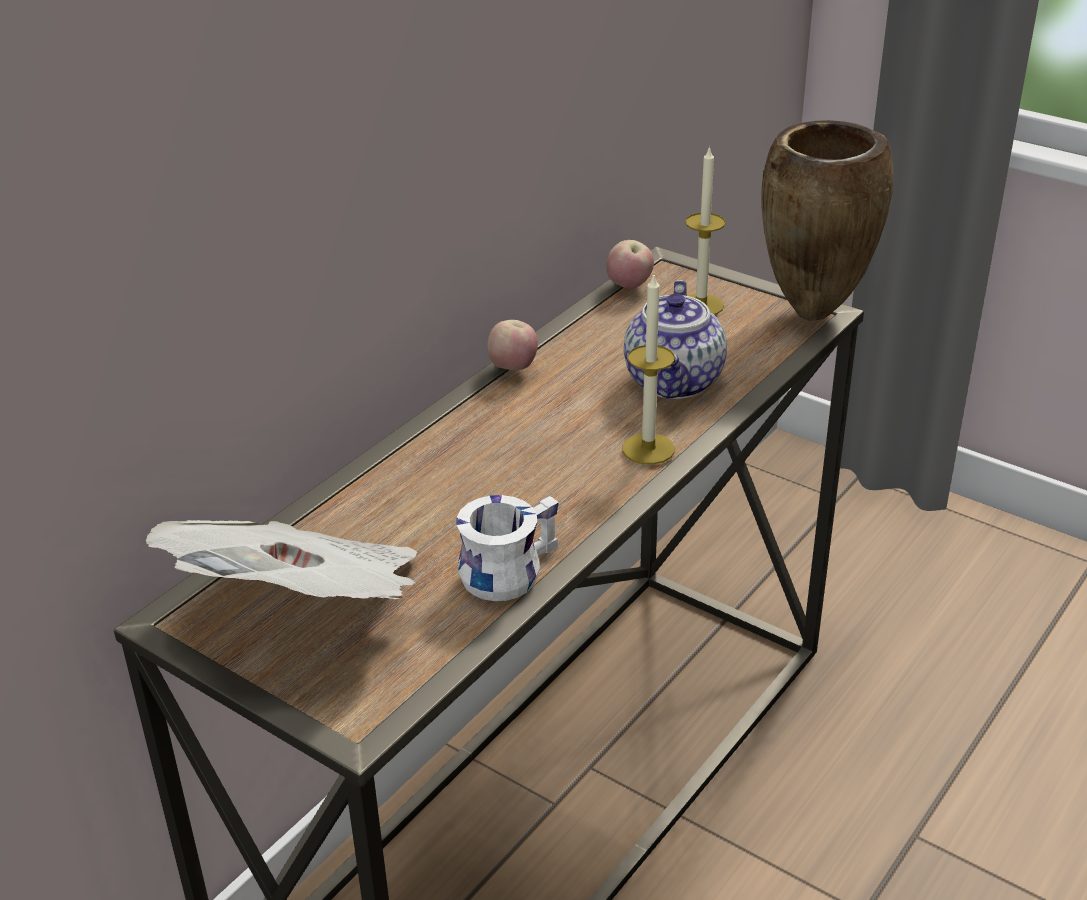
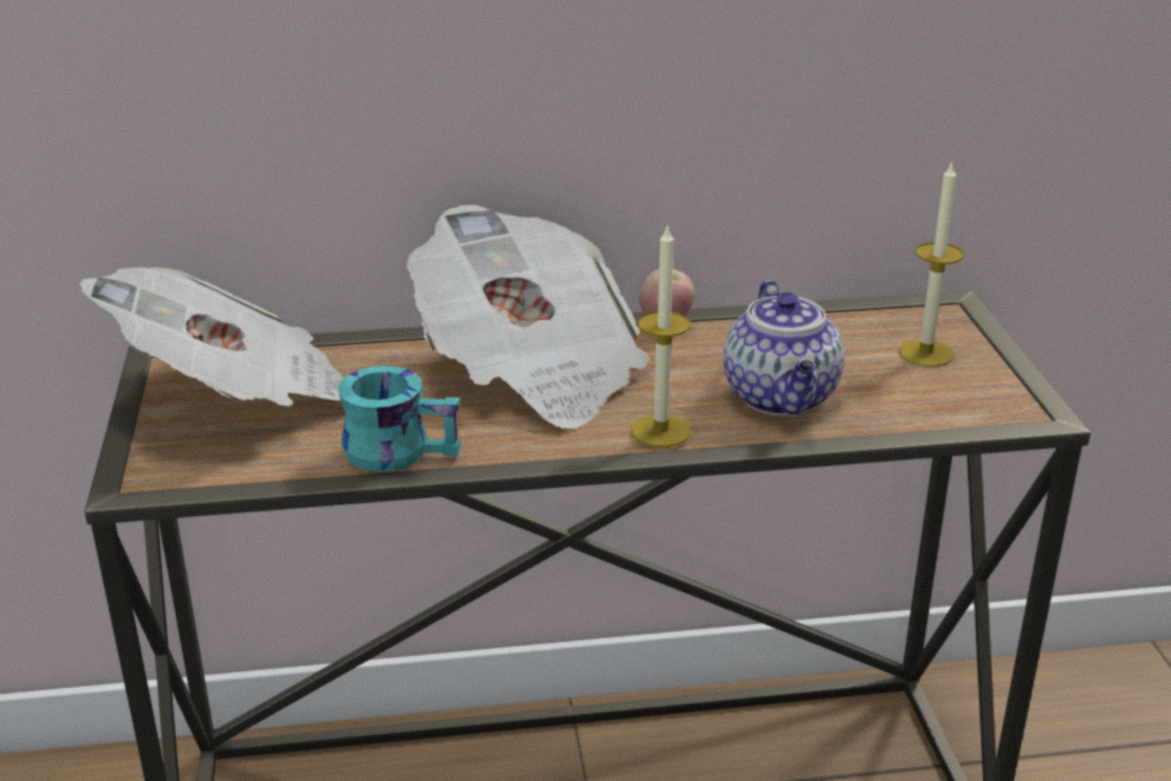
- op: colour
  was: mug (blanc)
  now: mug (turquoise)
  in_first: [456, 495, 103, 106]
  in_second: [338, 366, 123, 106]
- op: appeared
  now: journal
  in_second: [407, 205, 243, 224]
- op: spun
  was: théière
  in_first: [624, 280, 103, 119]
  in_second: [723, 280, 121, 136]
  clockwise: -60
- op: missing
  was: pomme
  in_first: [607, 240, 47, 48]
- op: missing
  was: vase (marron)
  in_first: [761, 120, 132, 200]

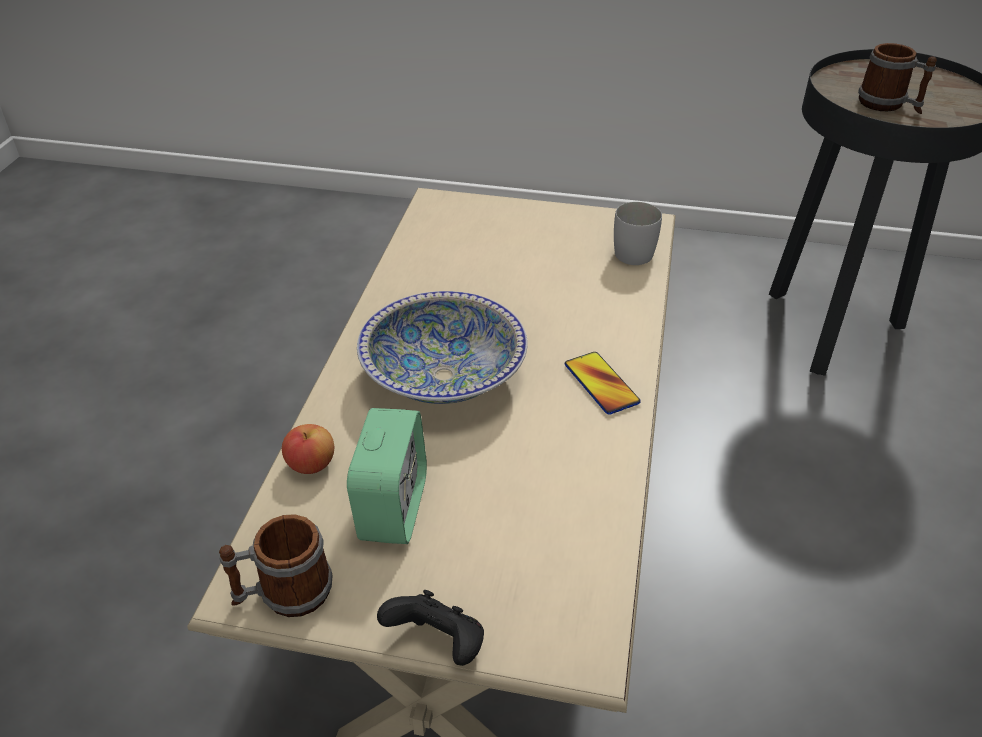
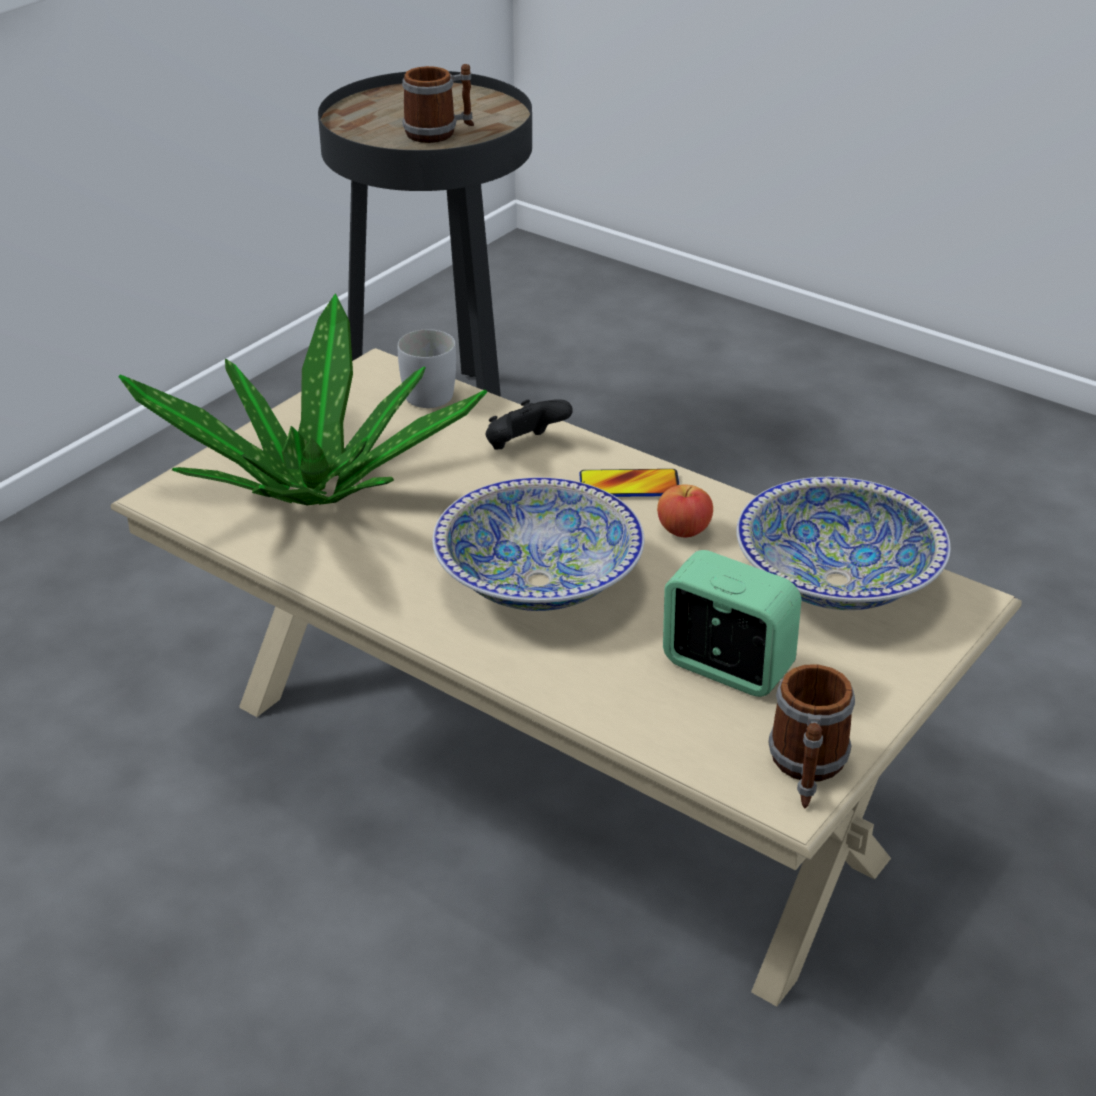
- op: appeared
  now: plante en pot
  in_second: [118, 294, 370, 212]
- op: relocated
  was: manette (noir)
  in_first: [377, 590, 107, 76]
  in_second: [486, 399, 87, 51]
- op: relocated
  was: pomme
  in_first: [282, 424, 52, 50]
  in_second: [657, 484, 56, 53]
- op: appeared
  now: bol
  in_second: [736, 477, 215, 133]

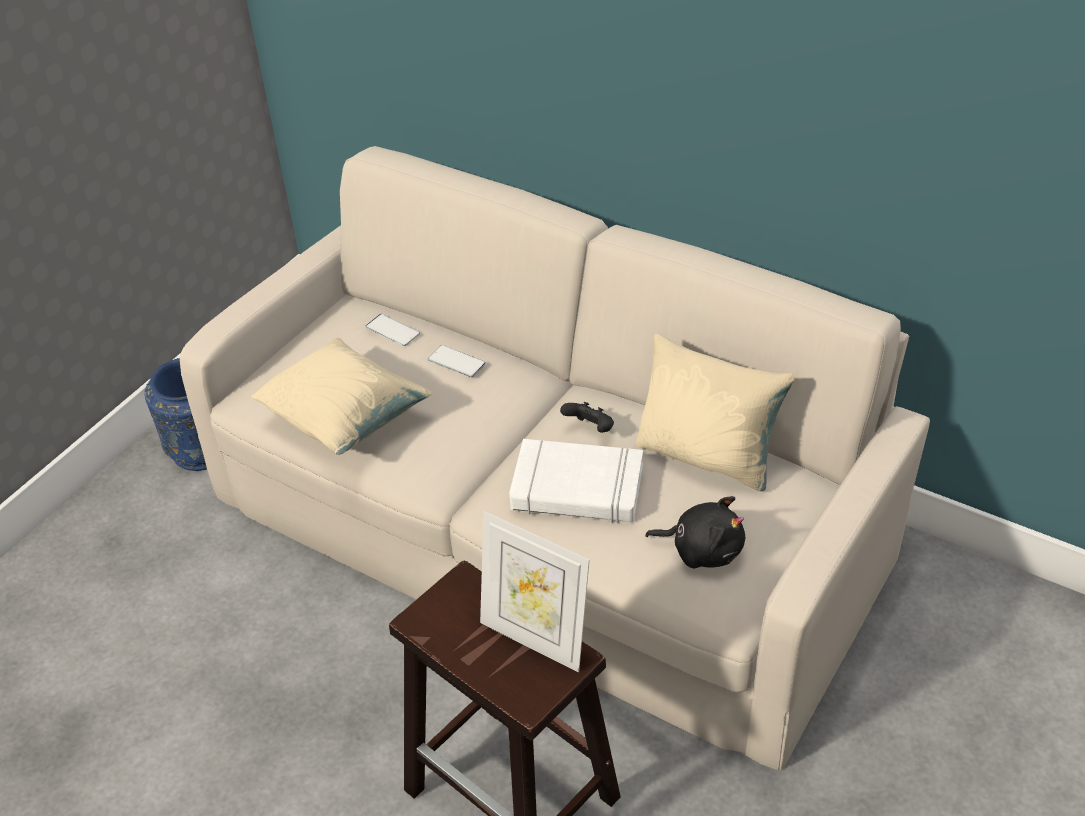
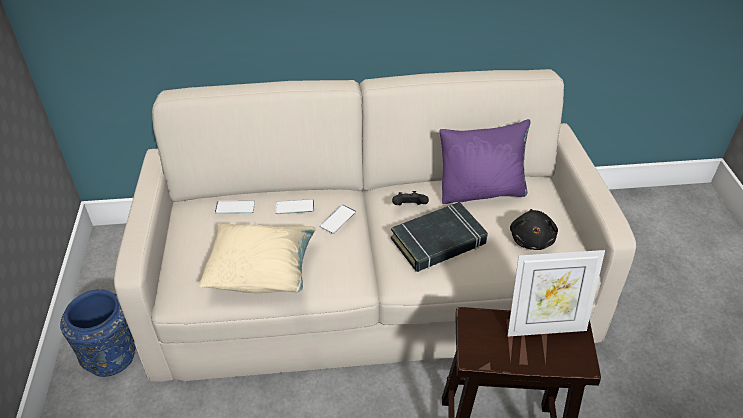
- op: appeared
  now: téléphone
  in_second: [320, 205, 36, 29]
- op: colour
  was: livre (blanc)
  now: livre (noir)
  in_first: [509, 439, 134, 84]
  in_second: [391, 202, 97, 70]
- op: colour
  was: coussin (beige)
  now: coussin (violet)
  in_first: [636, 334, 159, 157]
  in_second: [439, 119, 91, 85]
- op: spun
  was: peluche (noir)
  in_first: [645, 496, 100, 72]
  in_second: [510, 209, 48, 41]
  clockwise: 120

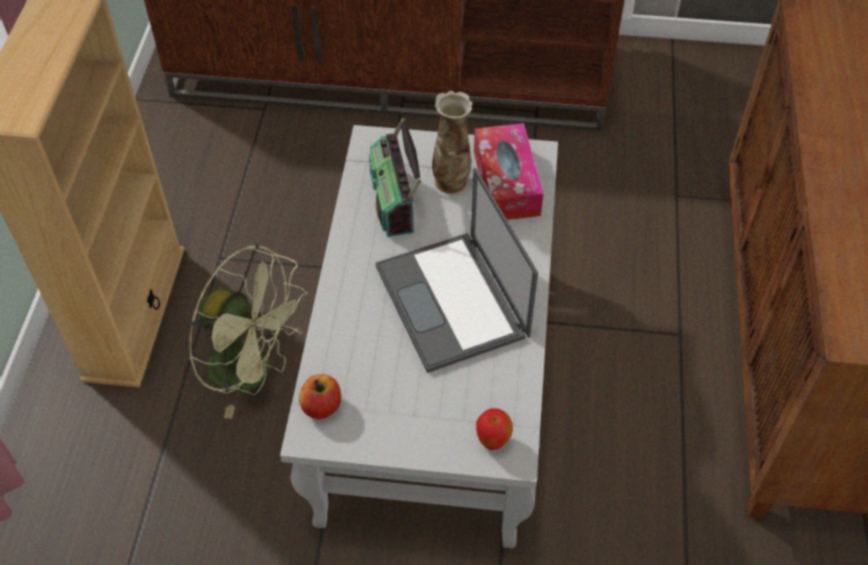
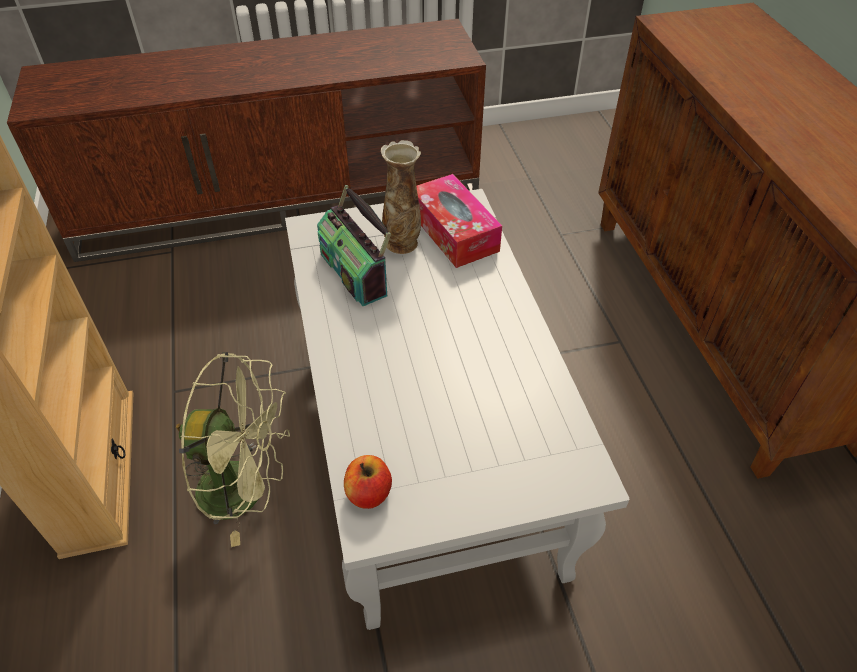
- op: missing
  was: ordinateur portable
  in_first: [376, 168, 162, 205]
- op: missing
  was: pomme
  in_first: [476, 408, 37, 42]

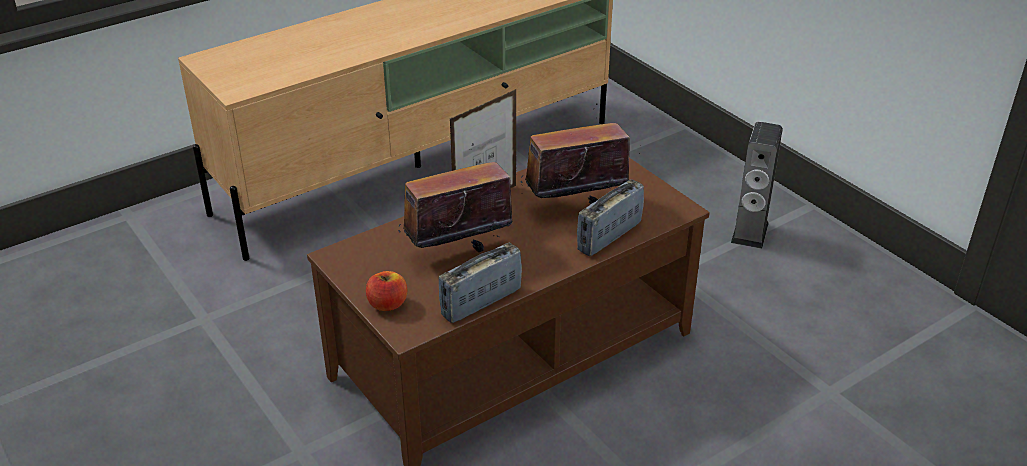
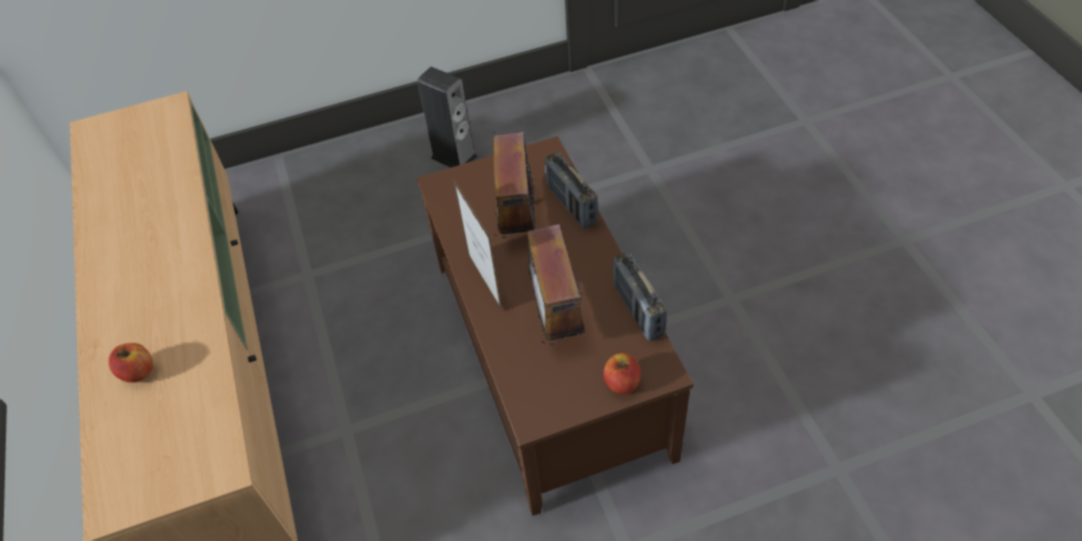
- op: appeared
  now: pomme
  in_second: [108, 343, 45, 40]

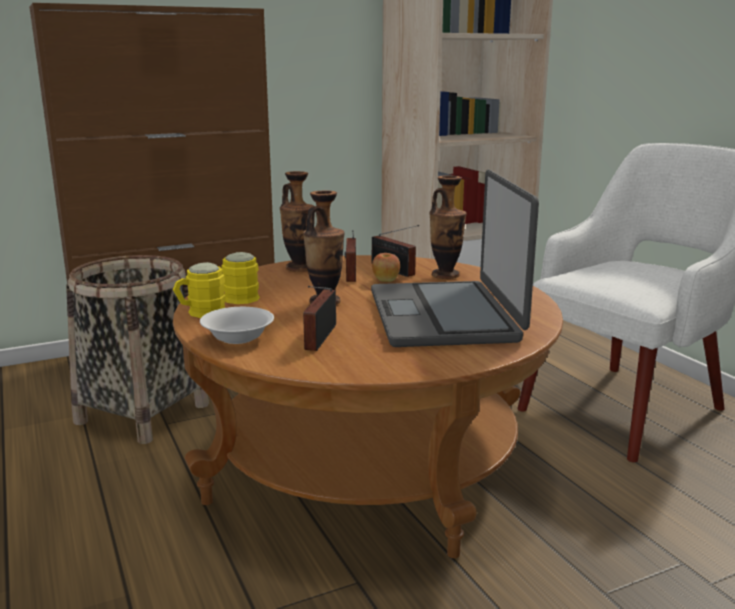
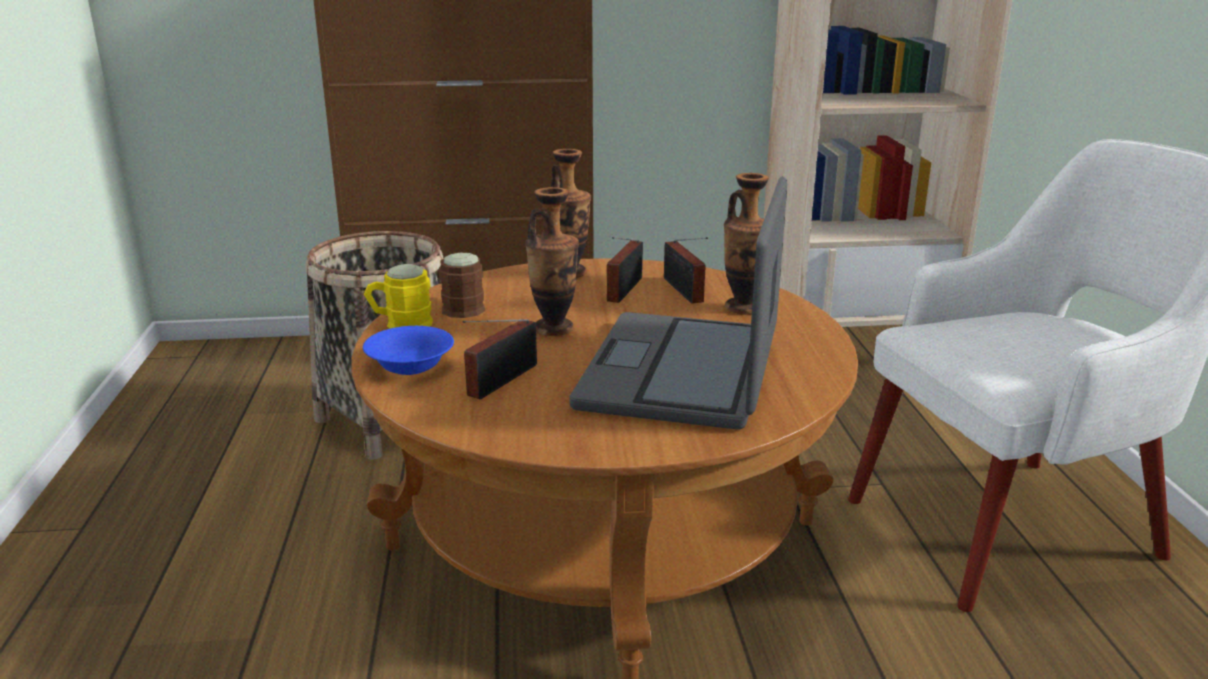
- op: colour
  was: bol (blanc)
  now: bol (bleu)
  in_first: [200, 307, 74, 37]
  in_second: [363, 326, 91, 49]
- op: colour
  was: mug (jaune)
  now: mug (marron)
  in_first: [221, 252, 39, 52]
  in_second: [439, 253, 46, 65]
- op: missing
  was: pomme
  in_first: [372, 253, 28, 29]

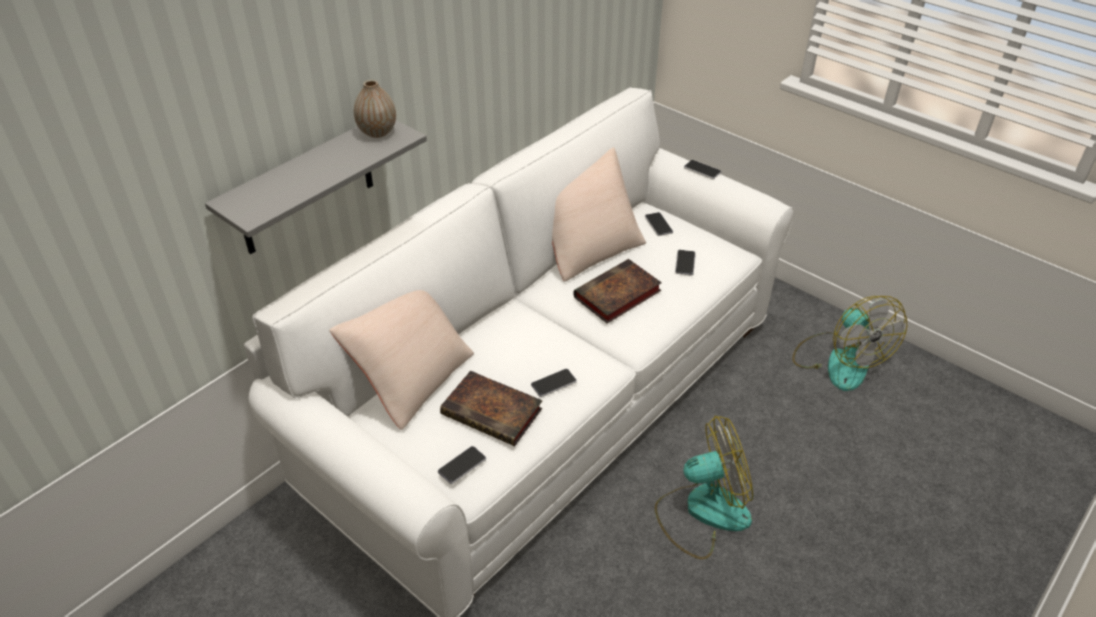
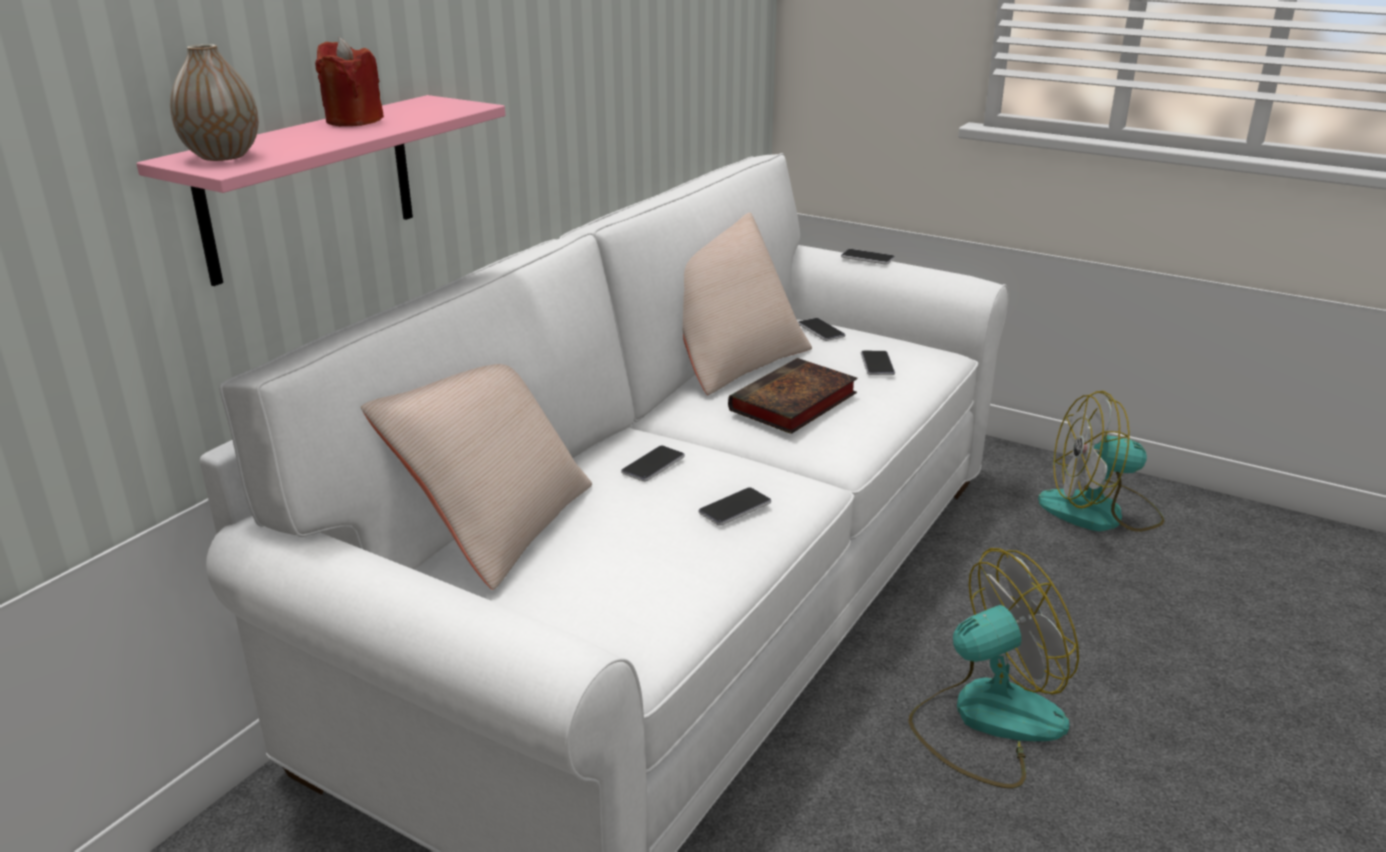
- op: colour
  was: étagère (gris)
  now: étagère (rose)
  in_first: [205, 120, 222, 134]
  in_second: [137, 95, 368, 191]
- op: relocated
  was: vase
  in_first: [354, 80, 42, 58]
  in_second: [170, 44, 89, 117]
- op: appeared
  now: bougie (rouge)
  in_second: [315, 38, 69, 88]
- op: relocated
  was: téléphone
  in_first: [438, 446, 48, 38]
  in_second: [621, 446, 64, 36]
- op: spun
  was: ventilateur
  in_first: [792, 296, 115, 95]
  in_second: [1038, 391, 126, 141]
  clockwise: 120
- op: missing
  was: livre
  in_first: [440, 371, 102, 75]

